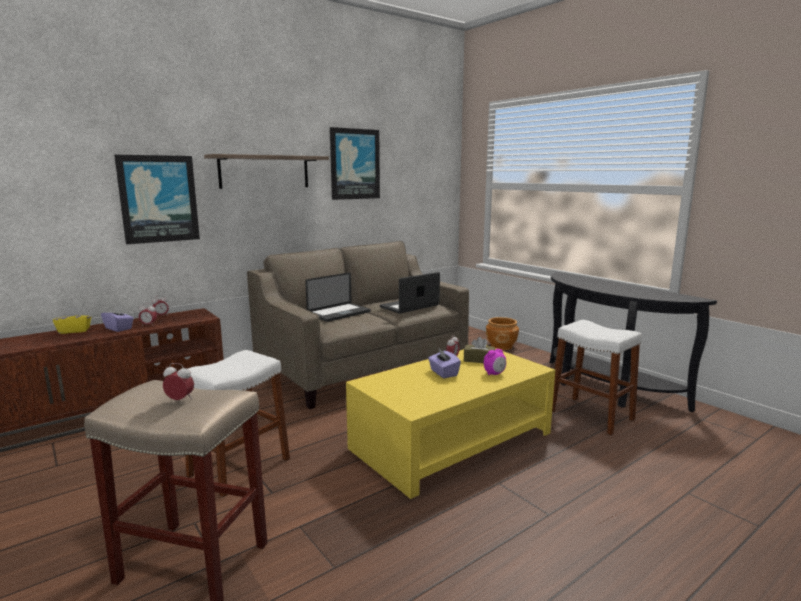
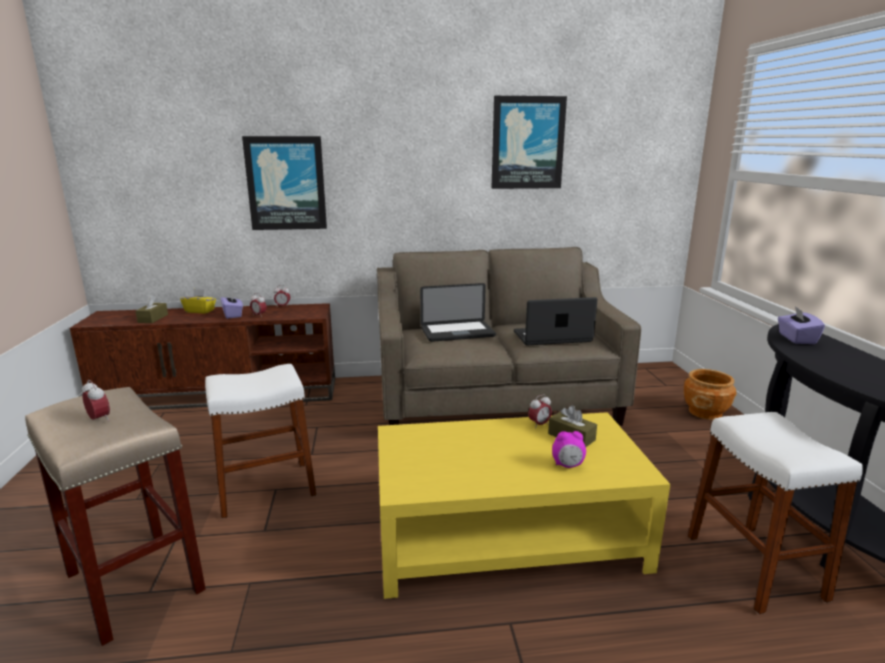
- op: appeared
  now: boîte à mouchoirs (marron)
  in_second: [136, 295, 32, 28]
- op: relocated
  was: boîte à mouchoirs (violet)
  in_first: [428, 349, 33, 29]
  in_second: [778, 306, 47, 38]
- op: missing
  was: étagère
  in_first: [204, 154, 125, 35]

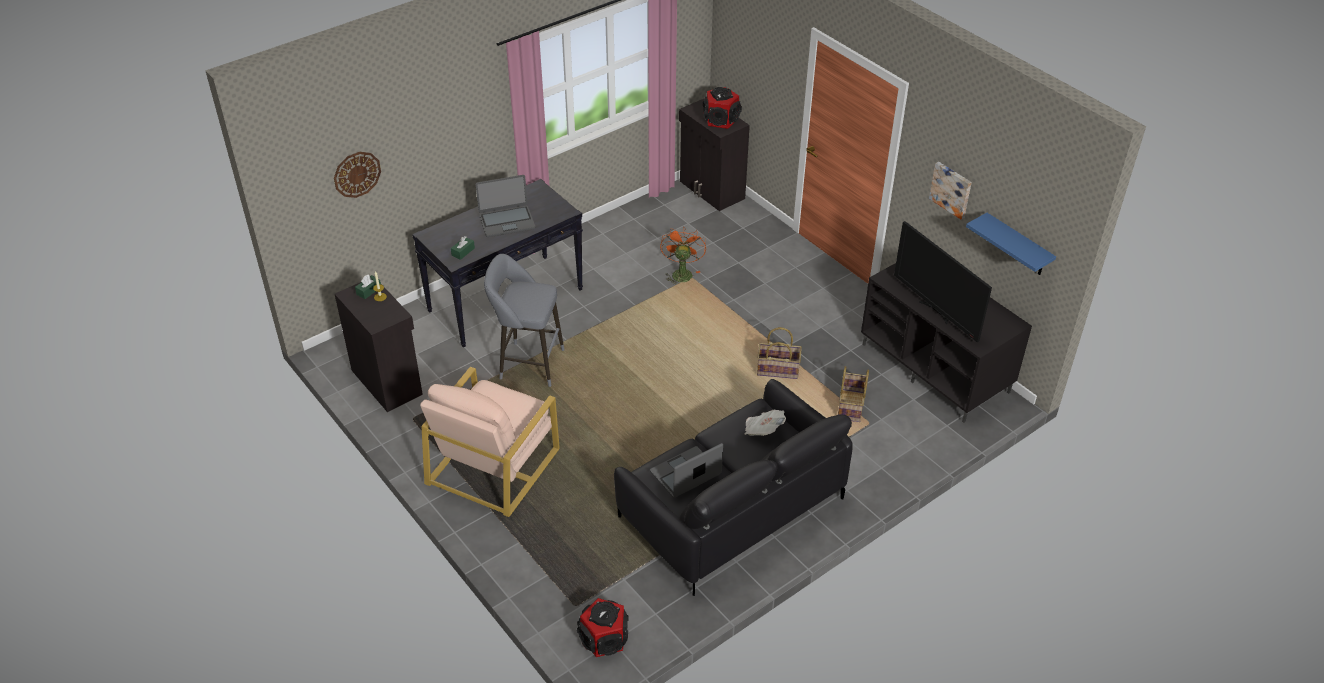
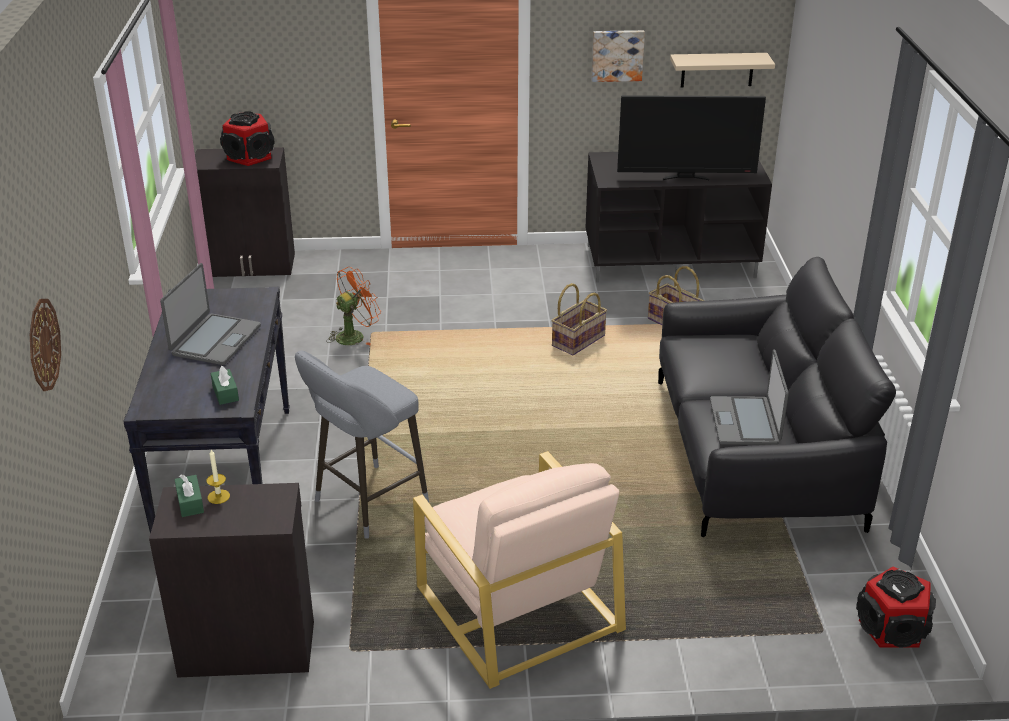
- op: spun
  was: ventilateur (orange)
  in_first: [660, 226, 46, 60]
  in_second: [326, 267, 55, 78]
  clockwise: 105
- op: colour
  was: étagère (bleu)
  now: étagère (beige)
  in_first: [966, 213, 90, 62]
  in_second: [670, 53, 105, 35]
- op: missing
  was: journal
  in_first: [744, 410, 42, 26]

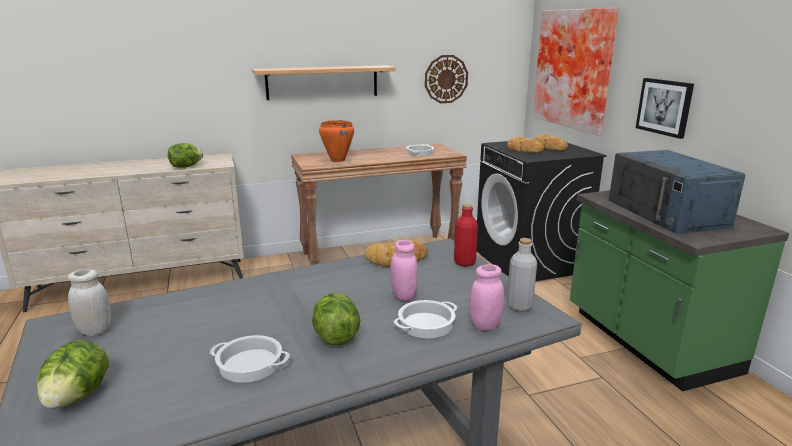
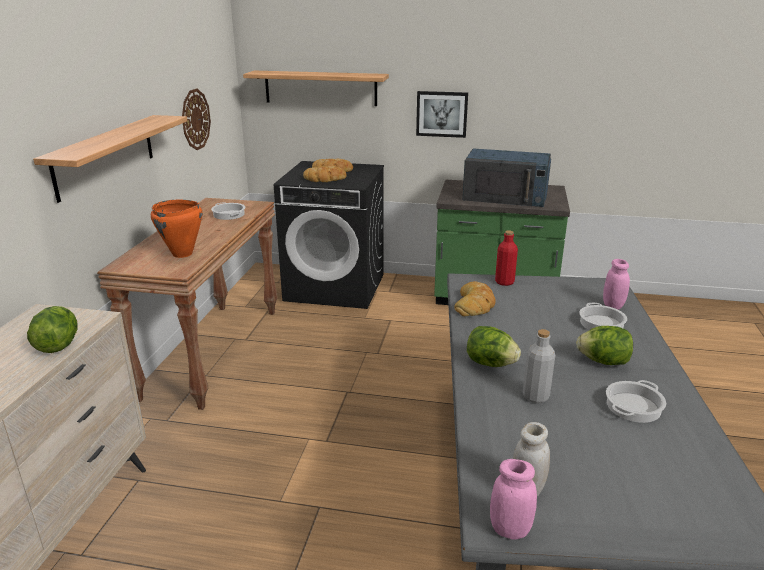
- op: exchanged
  was: tableau
  now: étagère
  in_first: [533, 8, 86, 127]
  in_second: [243, 71, 146, 35]
- op: relocated
  was: laitue
  in_first: [37, 340, 72, 68]
  in_second: [467, 326, 54, 41]
- op: relocated
  was: bocal (rose)
  in_first: [390, 240, 28, 61]
  in_second: [490, 459, 47, 80]
- op: relocated
  was: bouteille (gris)
  in_first: [507, 238, 30, 74]
  in_second: [523, 329, 32, 74]

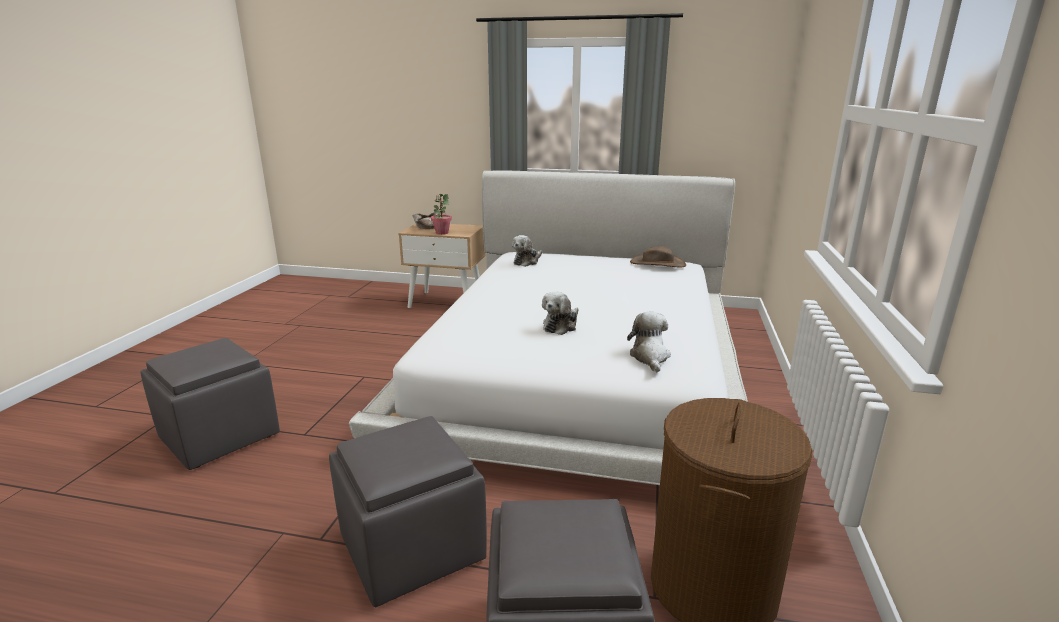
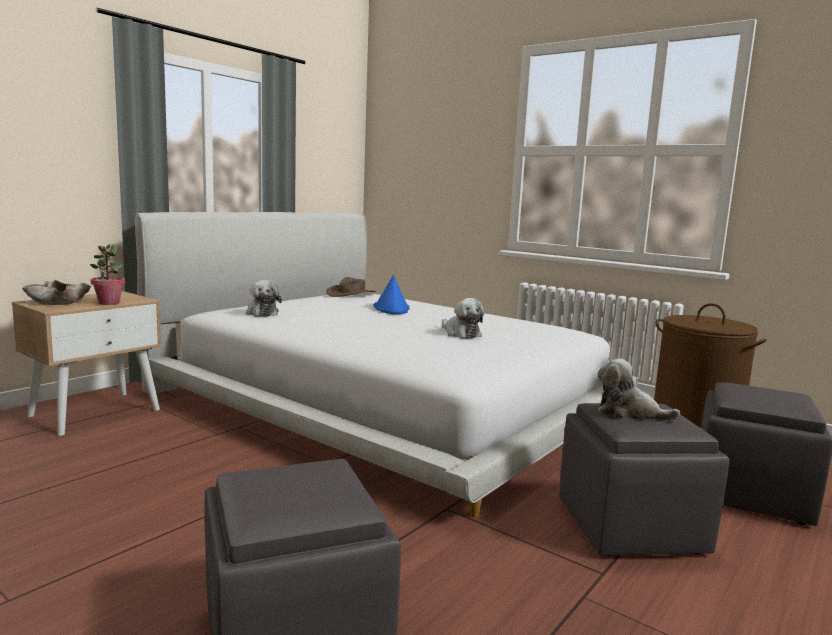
- op: appeared
  now: chapeau (bleu)
  in_second: [374, 275, 36, 39]
- op: relocated
  was: peluche
  in_first: [627, 312, 44, 60]
  in_second: [598, 358, 82, 63]

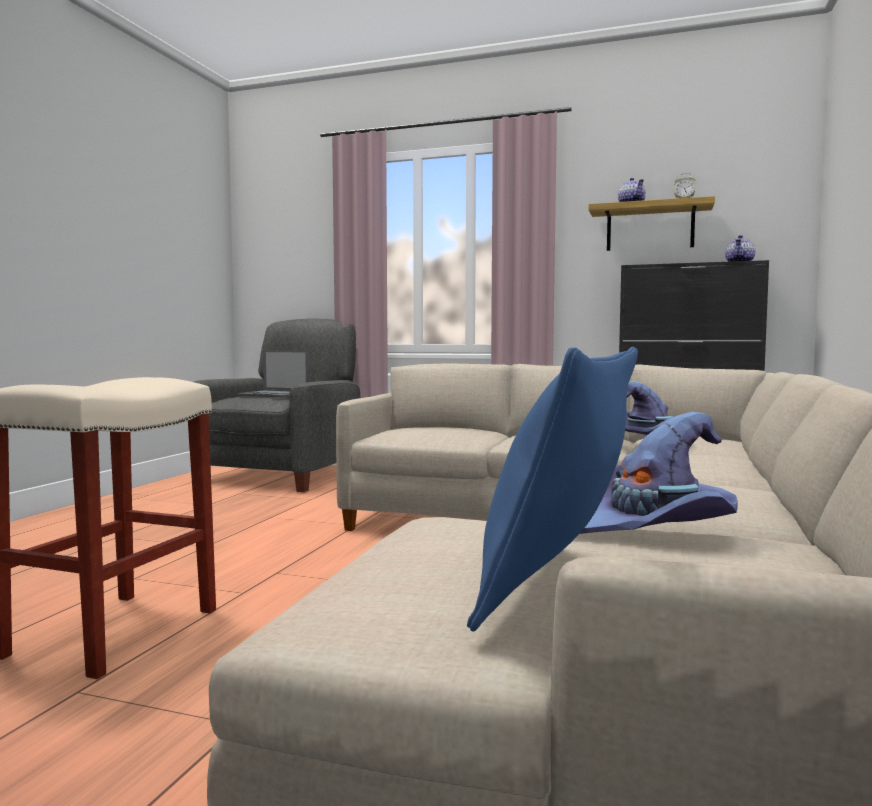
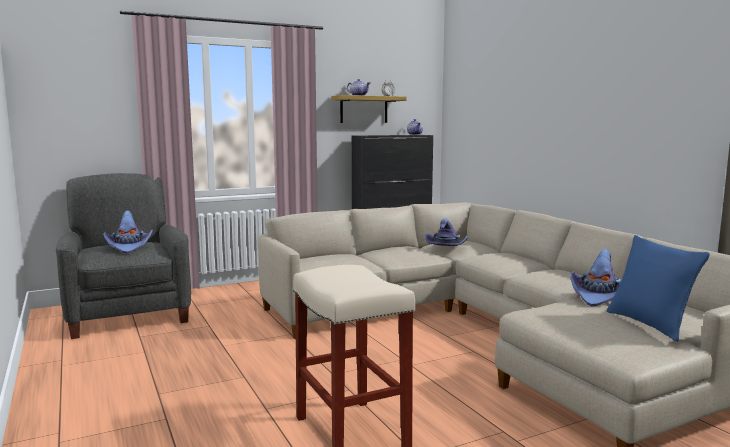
- op: exchanged
  was: ordinateur portable
  now: chapeau (violet)
  in_first: [237, 350, 72, 47]
  in_second: [103, 211, 50, 43]

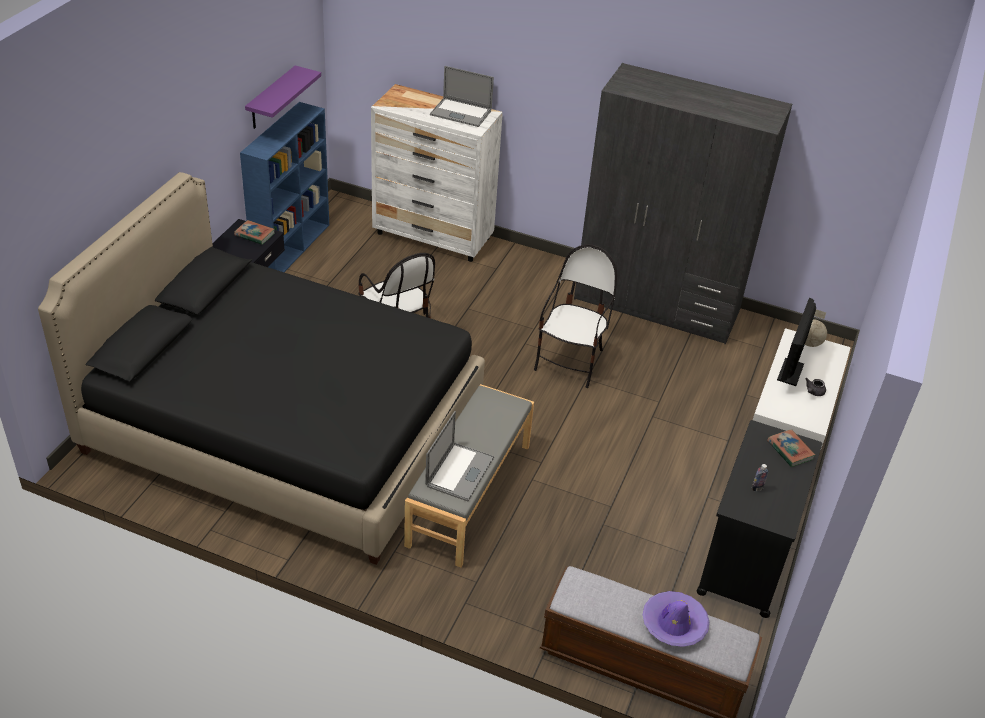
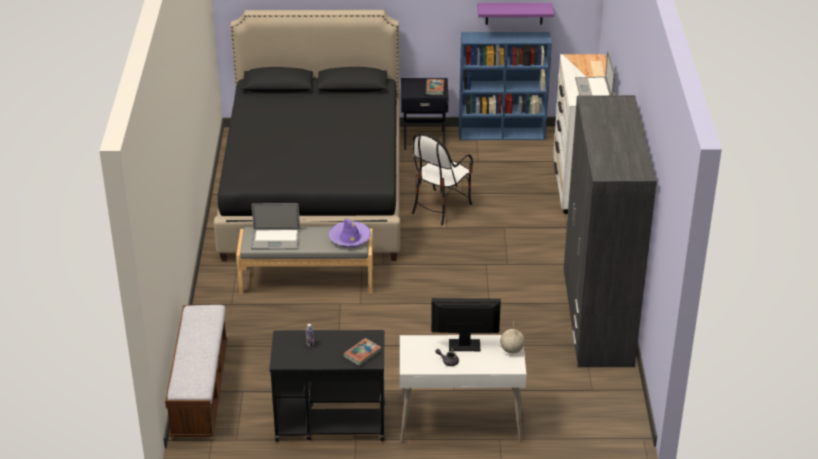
- op: relocated
  was: chapeau (violet)
  in_first: [642, 591, 67, 56]
  in_second: [329, 219, 42, 29]
- op: missing
  was: chaise
  in_first: [534, 244, 83, 144]

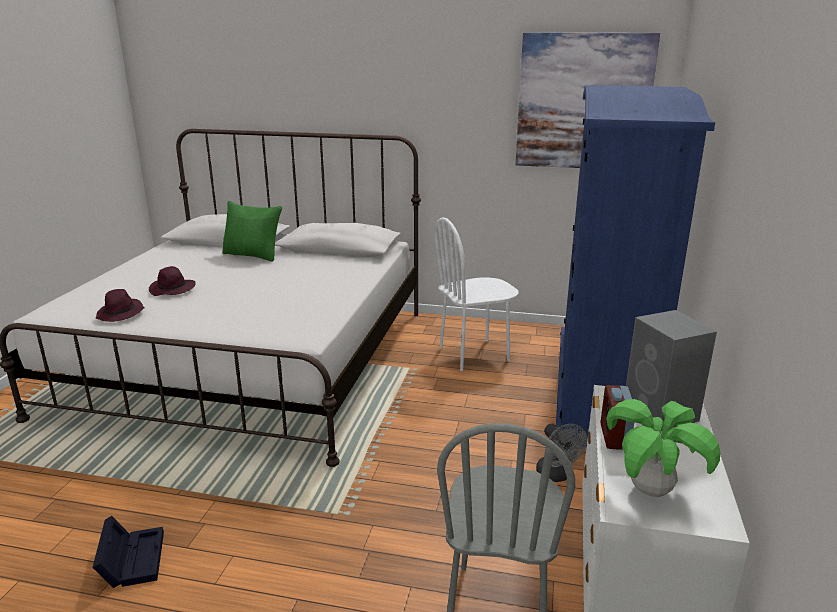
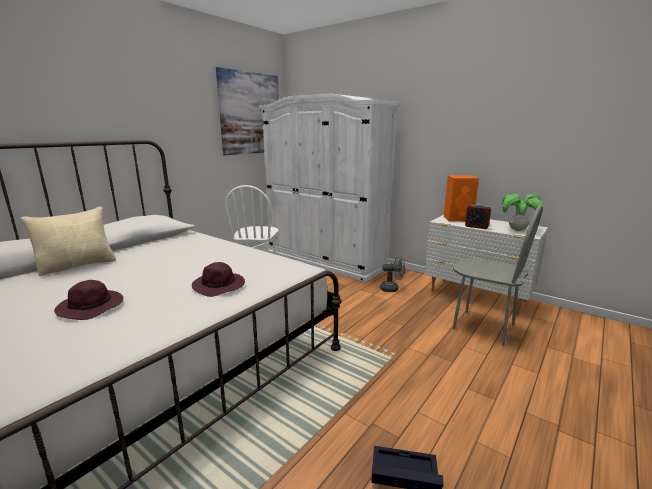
- op: colour
  was: coussin (vert)
  now: coussin (beige)
  in_first: [222, 201, 60, 61]
  in_second: [21, 206, 95, 70]
- op: relocated
  was: chapeau (violet)
  in_first: [95, 289, 50, 33]
  in_second: [192, 262, 53, 35]
- op: colour
  was: armoire (bleu)
  now: armoire (blanc)
  in_first: [556, 85, 159, 362]
  in_second: [259, 94, 142, 188]
- op: colour
  was: enceinte (gris)
  now: enceinte (orange)
  in_first: [626, 310, 91, 118]
  in_second: [444, 175, 35, 47]

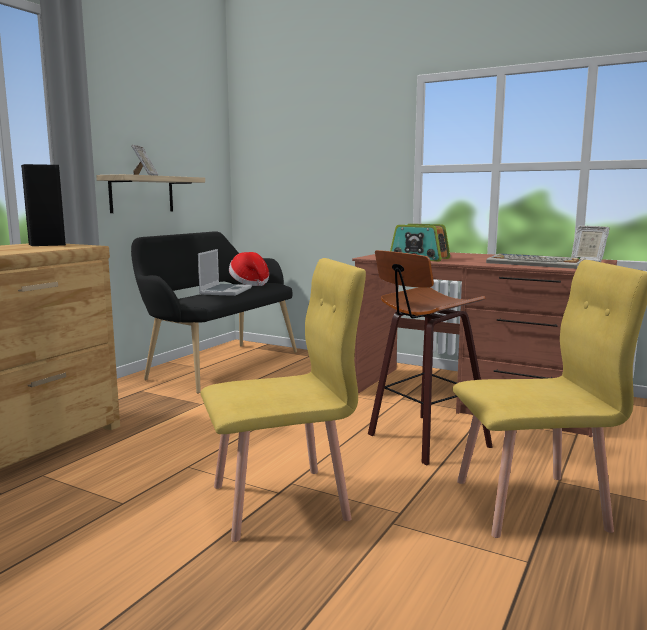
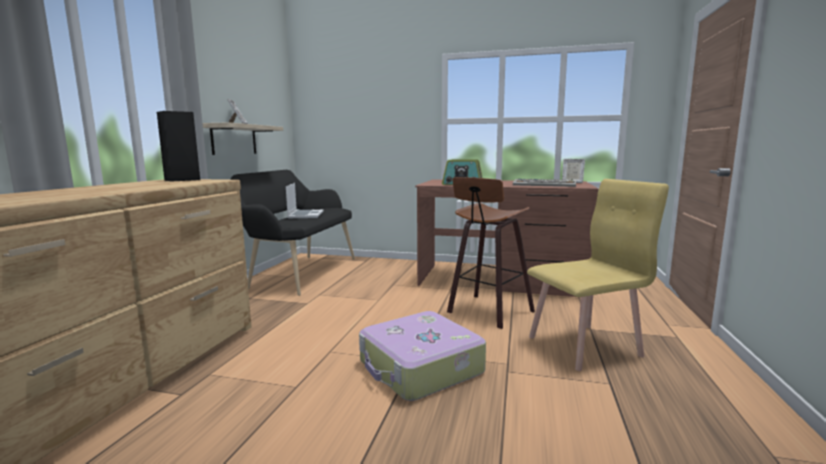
- op: exchanged
  was: chaise (jaune)
  now: valise
  in_first: [201, 258, 165, 284]
  in_second: [359, 311, 127, 90]
- op: missing
  was: chapeau
  in_first: [229, 252, 40, 34]

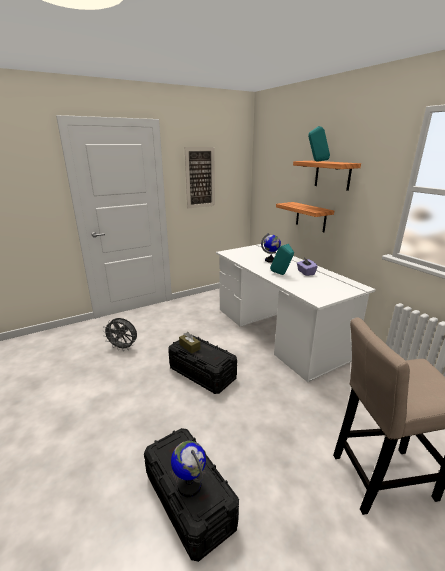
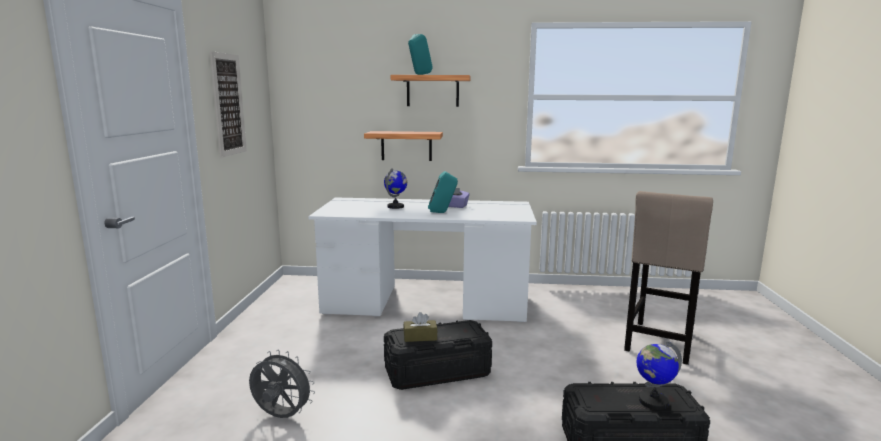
- op: spun
  was: ventilateur (gris)
  in_first: [102, 318, 35, 32]
  in_second: [249, 349, 66, 69]
  clockwise: -120

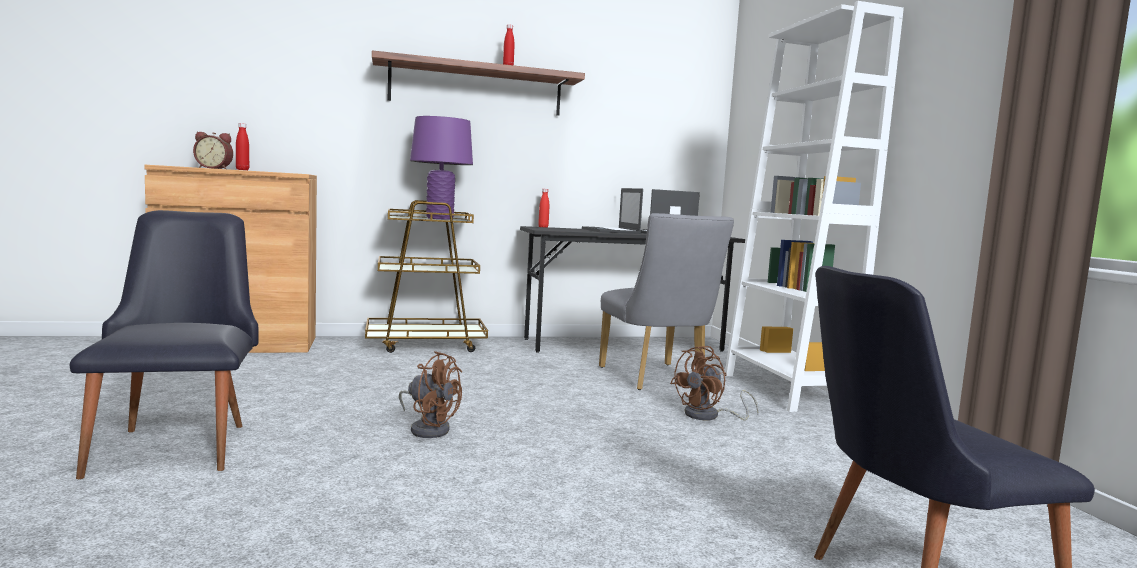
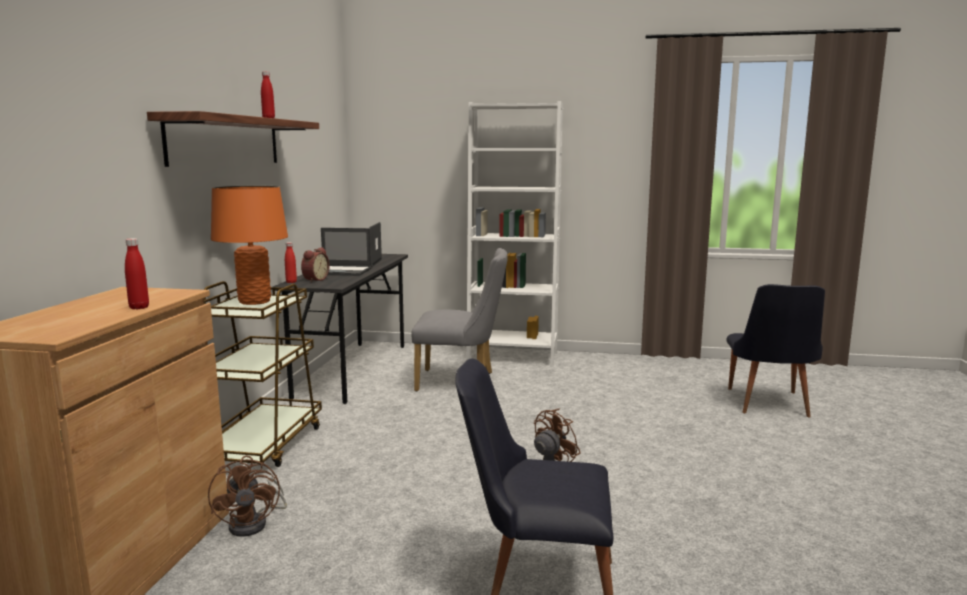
- op: relocated
  was: ventilateur (marron)
  in_first: [670, 346, 89, 74]
  in_second: [208, 455, 79, 82]
- op: colour
  was: lampe de table (violet)
  now: lampe de table (orange)
  in_first: [410, 116, 63, 104]
  in_second: [211, 186, 77, 119]
- op: relocated
  was: réveil
  in_first: [193, 132, 40, 37]
  in_second: [301, 247, 29, 35]

